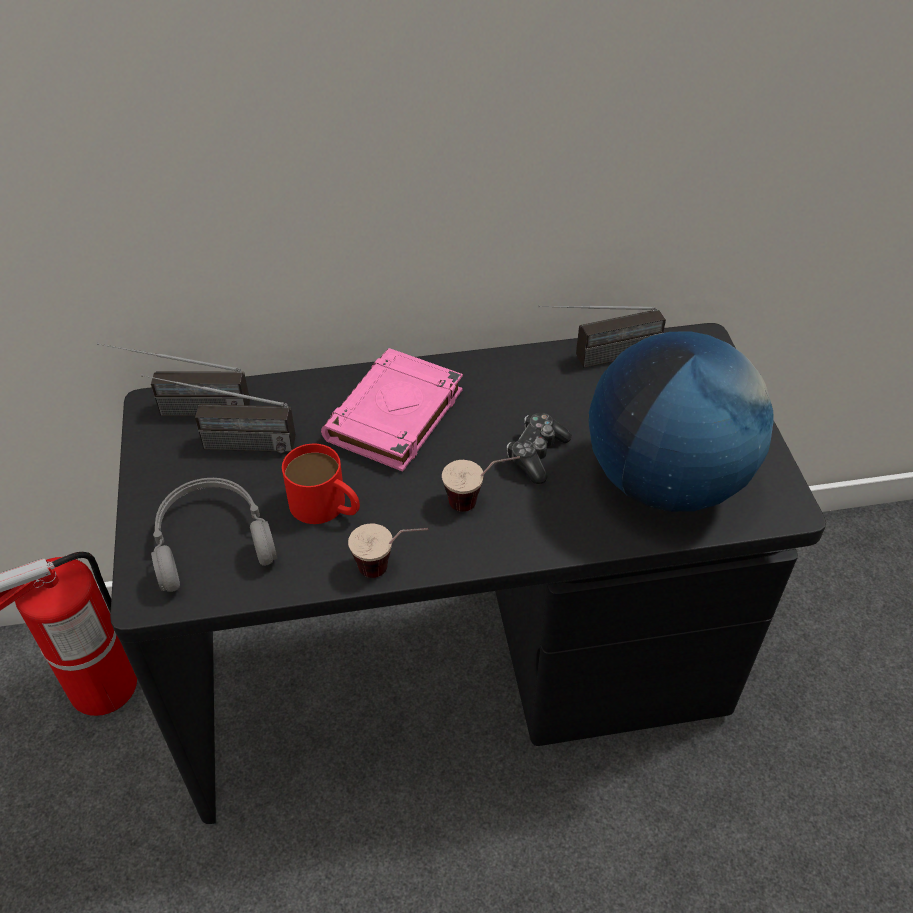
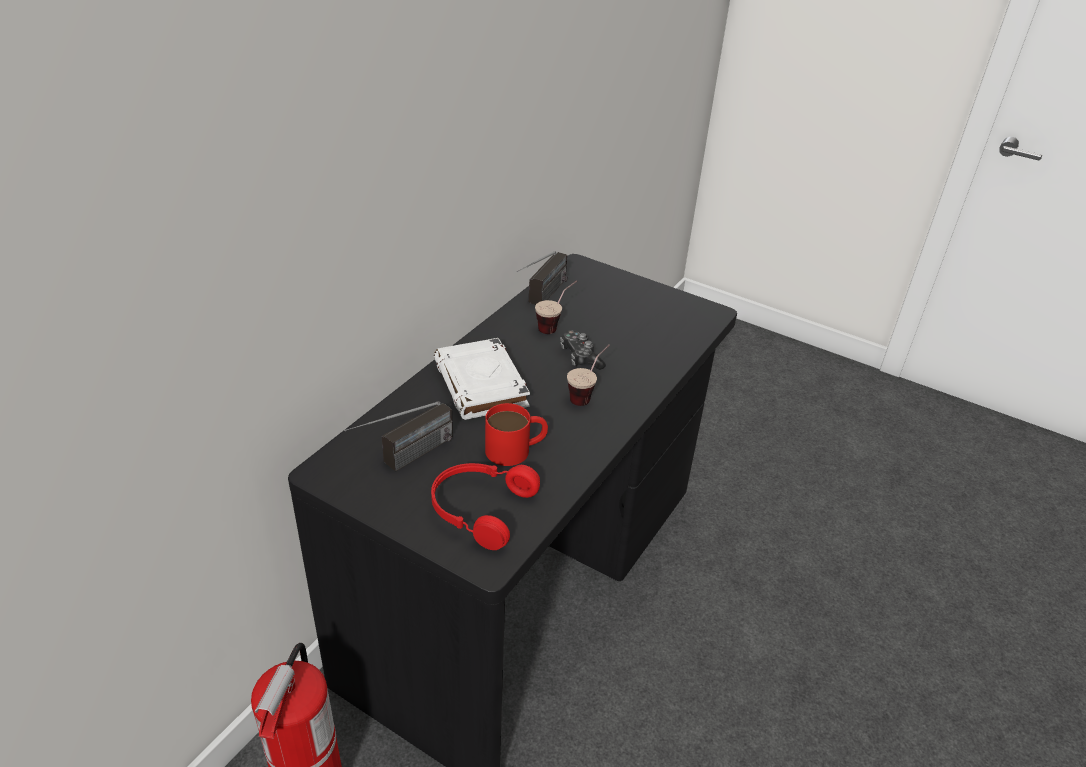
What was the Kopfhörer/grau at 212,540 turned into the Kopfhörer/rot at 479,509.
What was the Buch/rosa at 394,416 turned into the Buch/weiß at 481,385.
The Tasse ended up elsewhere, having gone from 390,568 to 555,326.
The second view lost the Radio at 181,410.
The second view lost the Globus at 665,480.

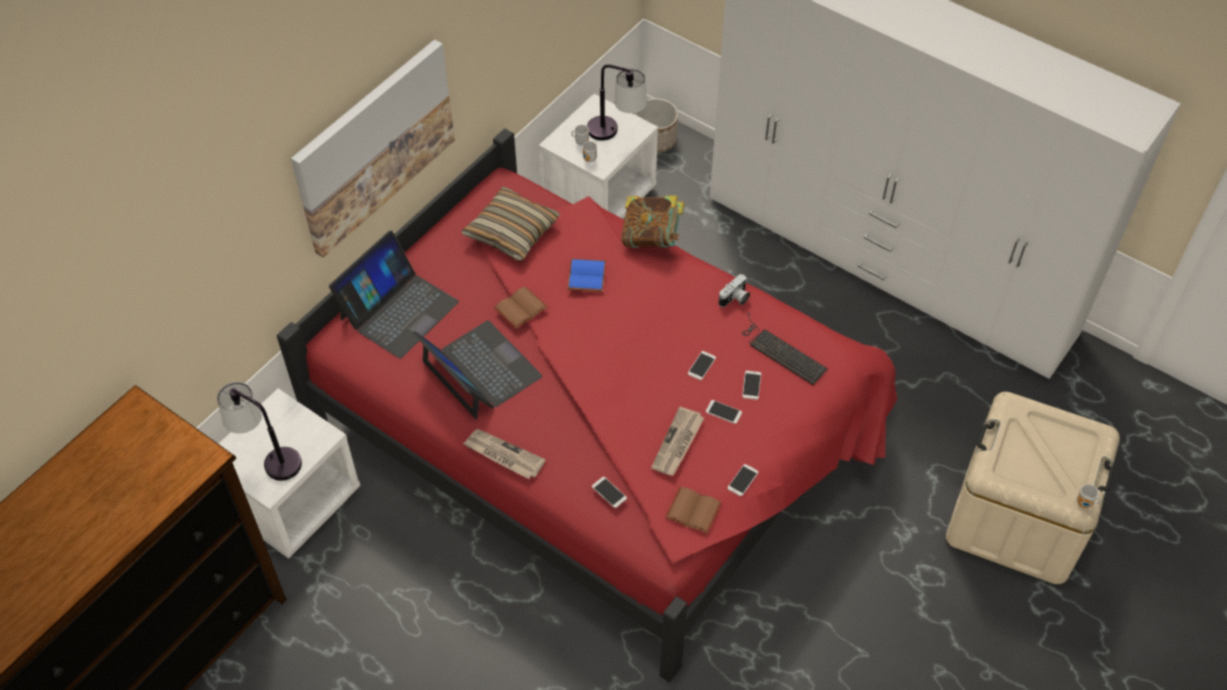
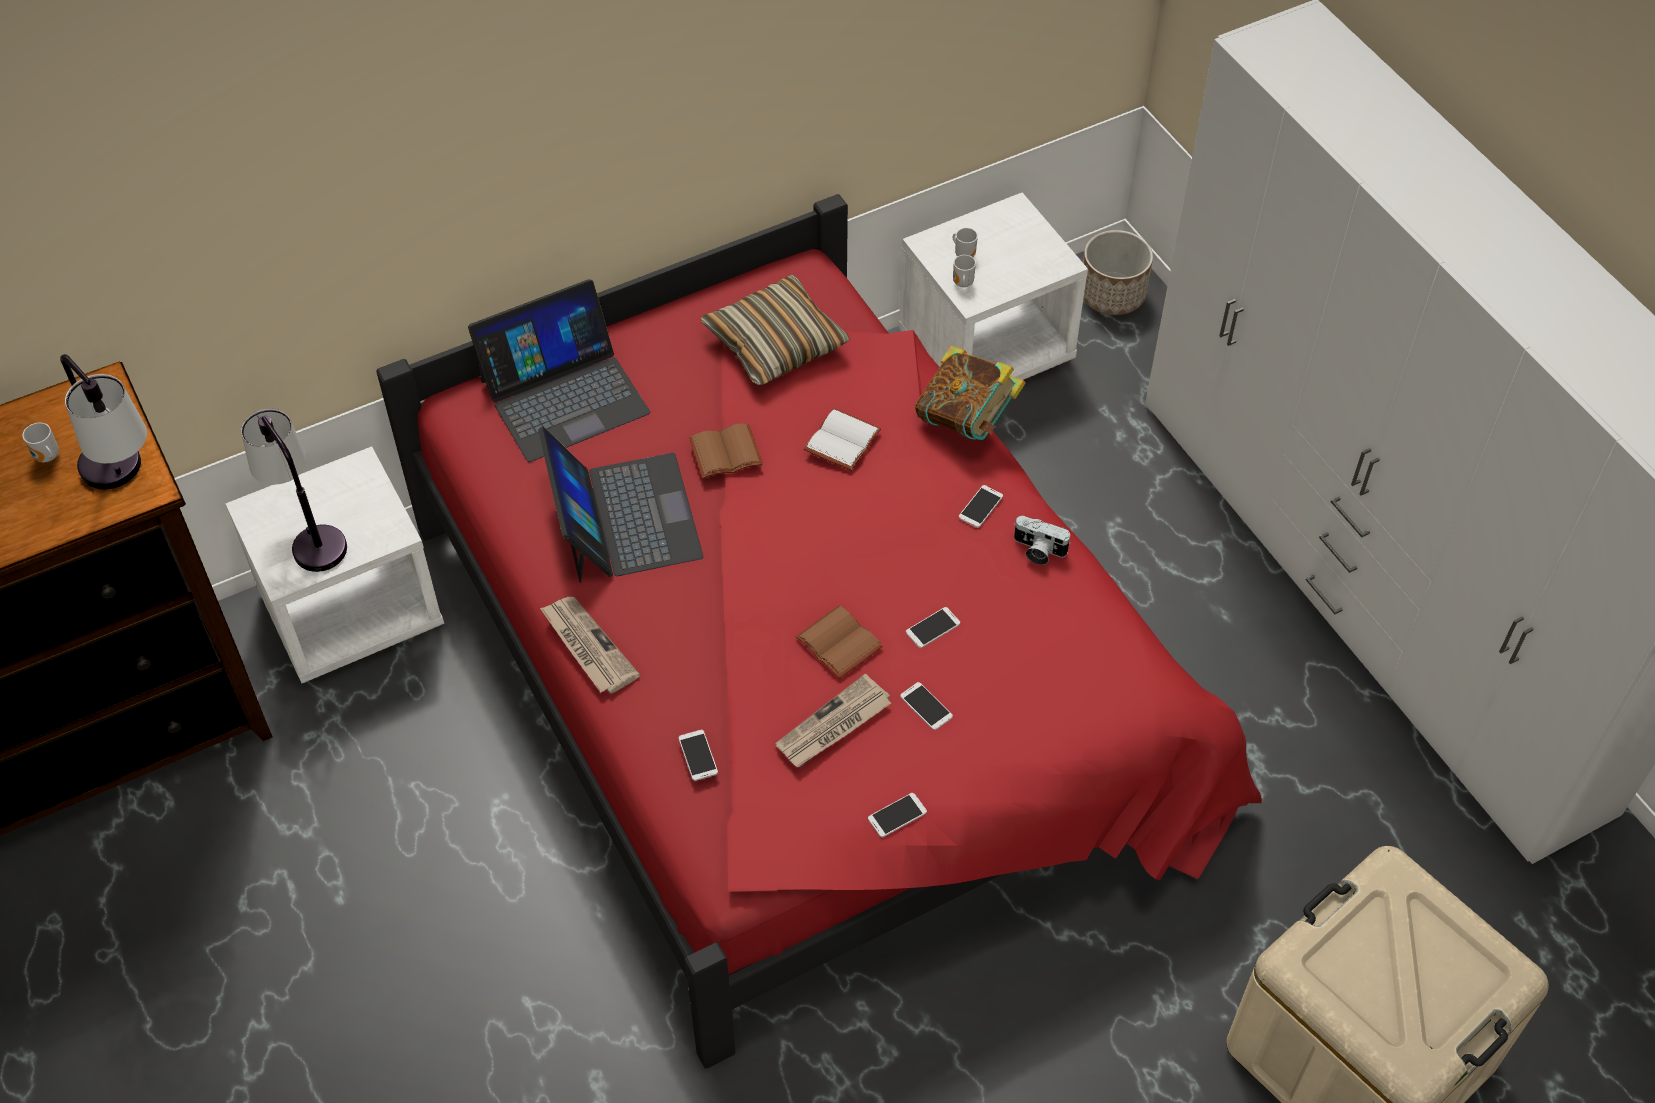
The Henkelbecher ended up elsewhere, having gone from 1084,504 to 47,458.
The Tischlampe ended up elsewhere, having gone from 616,133 to 127,483.
The Buch/braun ended up elsewhere, having gone from 692,512 to 836,643.
What was the Buch/blau at 585,275 turned into the Buch/weiß at 841,439.
The Handy ended up elsewhere, having gone from 751,385 to 980,507.
The Kamera at 735,299 ended up facing another way, 45 degrees clockwise from before.
The second view lost the Bild at 374,146.
The second view lost the Tastatur at 780,351.

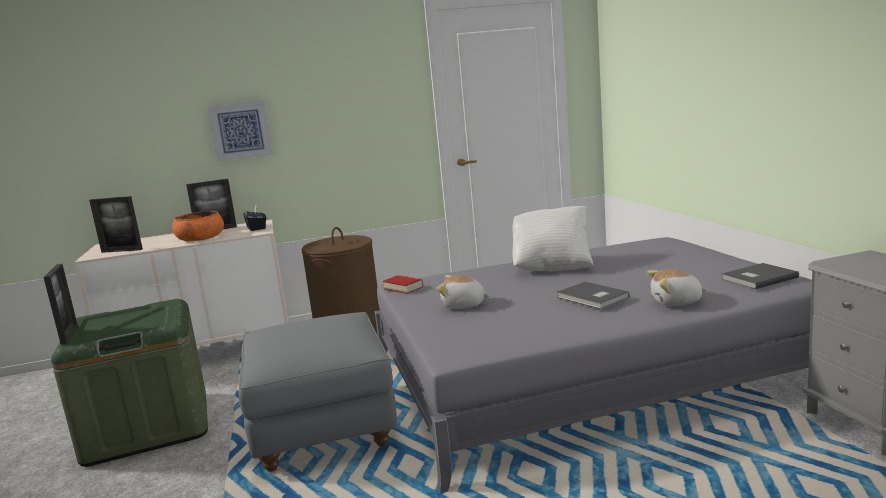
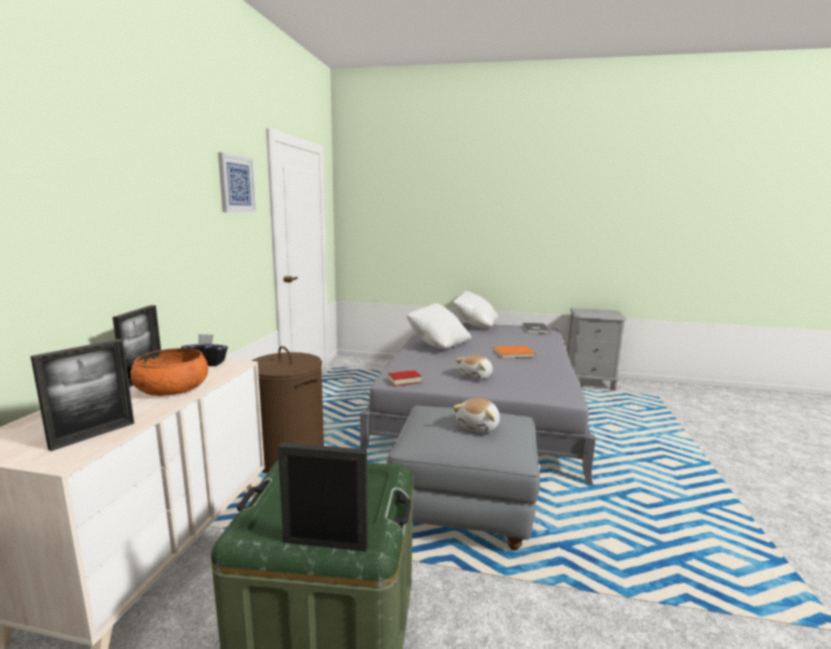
The Bild ended up elsewhere, having gone from 240,131 to 236,184.
The second view gained the Kissen/weiß at 474,326.
The Plüschtier ended up elsewhere, having gone from 676,302 to 479,426.
What was the Buch/grau at 592,298 turned into the Buch/orange at 514,353.

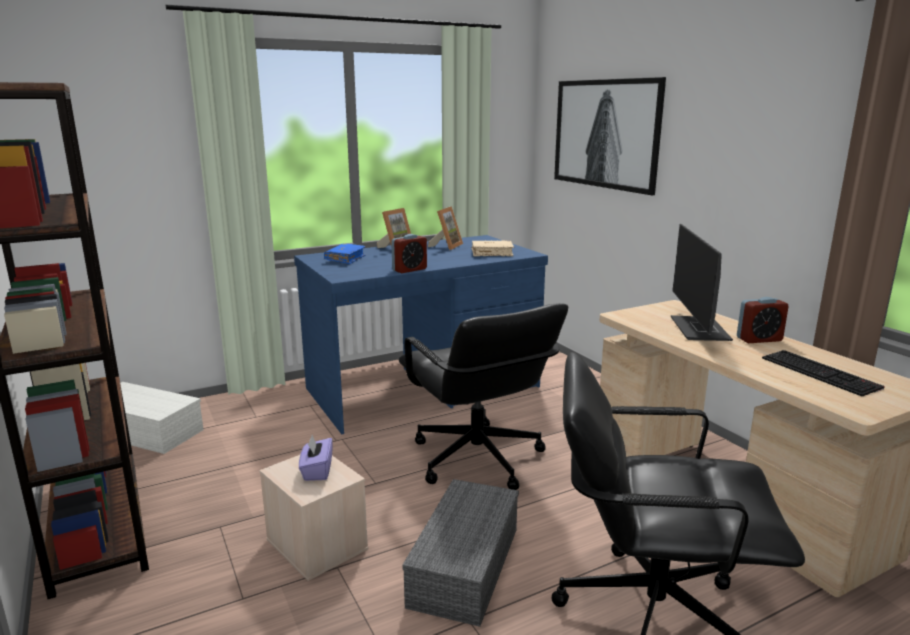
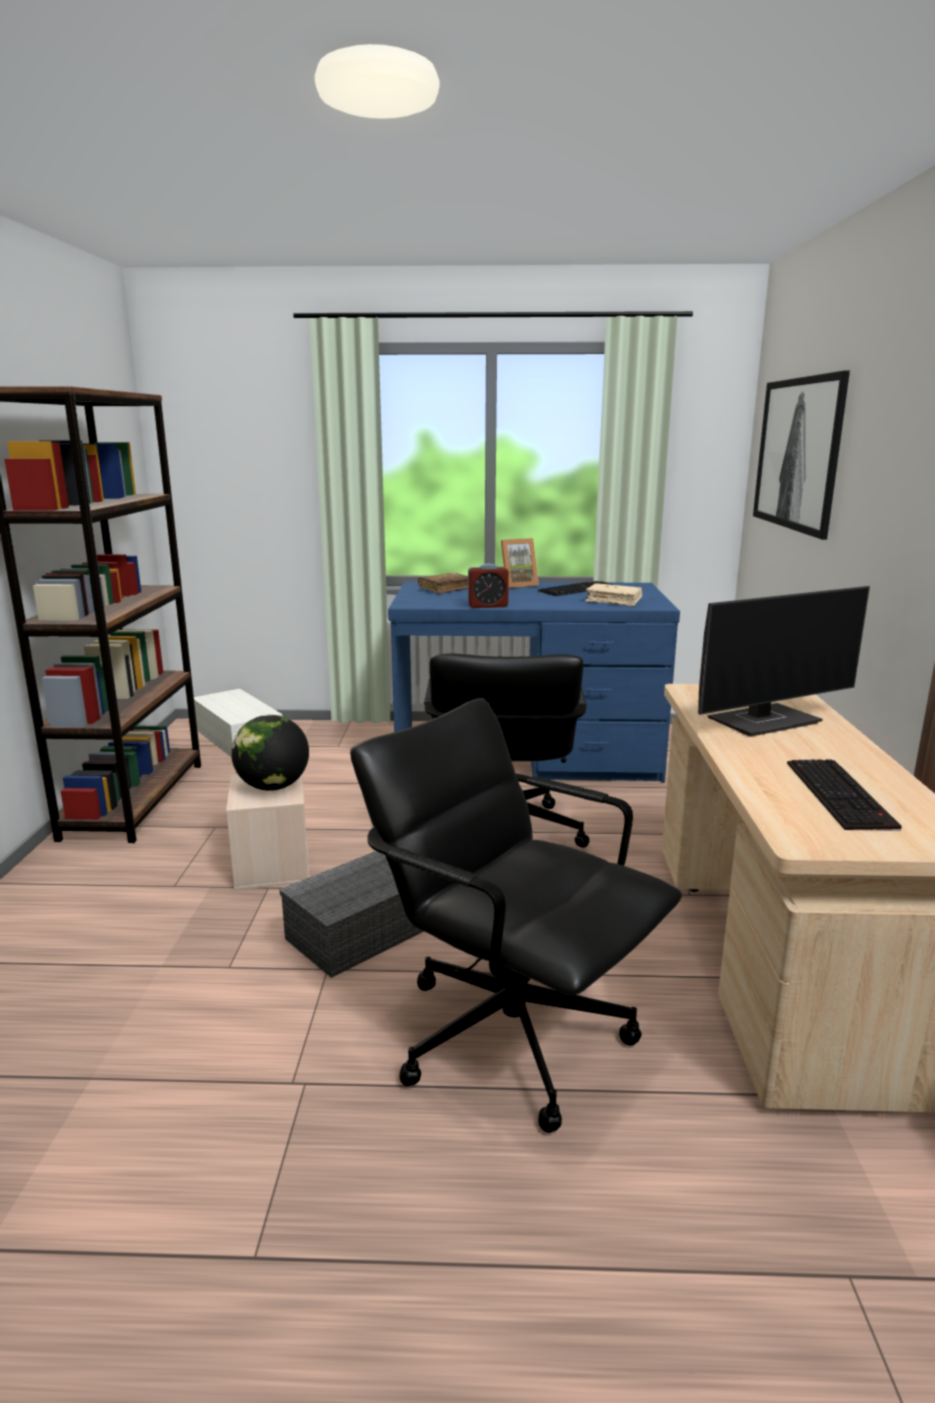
Where the Taschentuchbox/lila stood at 317,471, the Globus came to stand at 273,787.
What was the Buch/blau at 345,259 turned into the Buch/braun at 445,589.
Where the Bilderrahmen stood at 446,246, the Tastatur came to stand at 577,589.
The Monitor at 700,330 ended up facing another way, 150 degrees counterclockwise from before.
The second view lost the Wecker at 759,339.

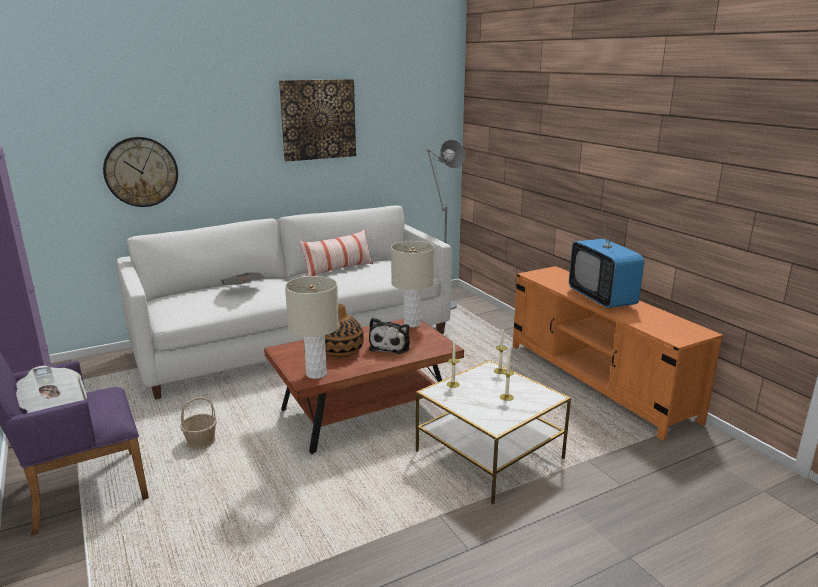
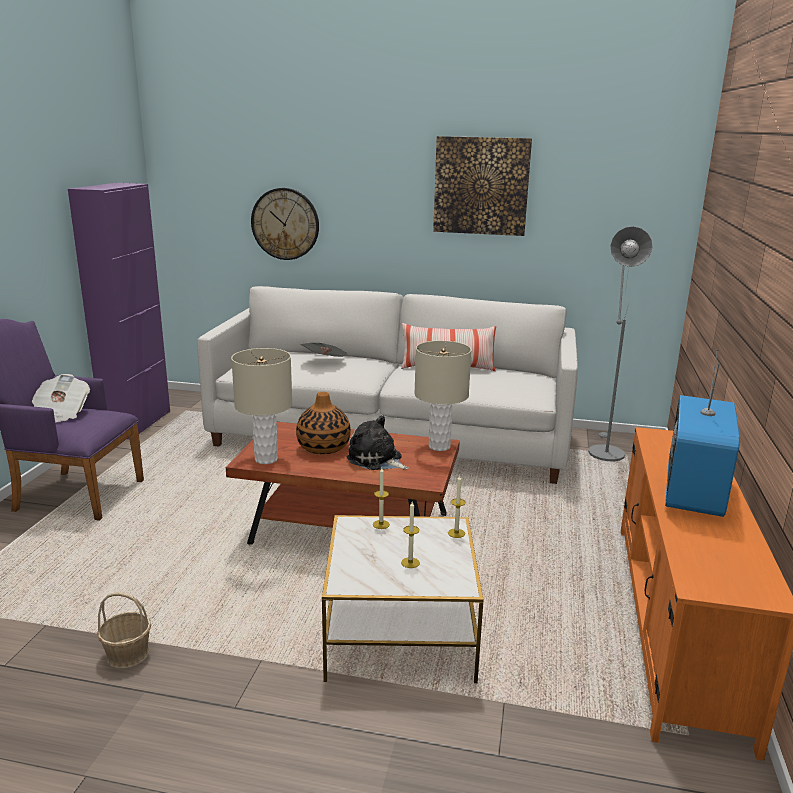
The Korb ended up elsewhere, having gone from 200,442 to 127,654.
The Plüschtier at 391,346 ended up facing another way, 75 degrees clockwise from before.

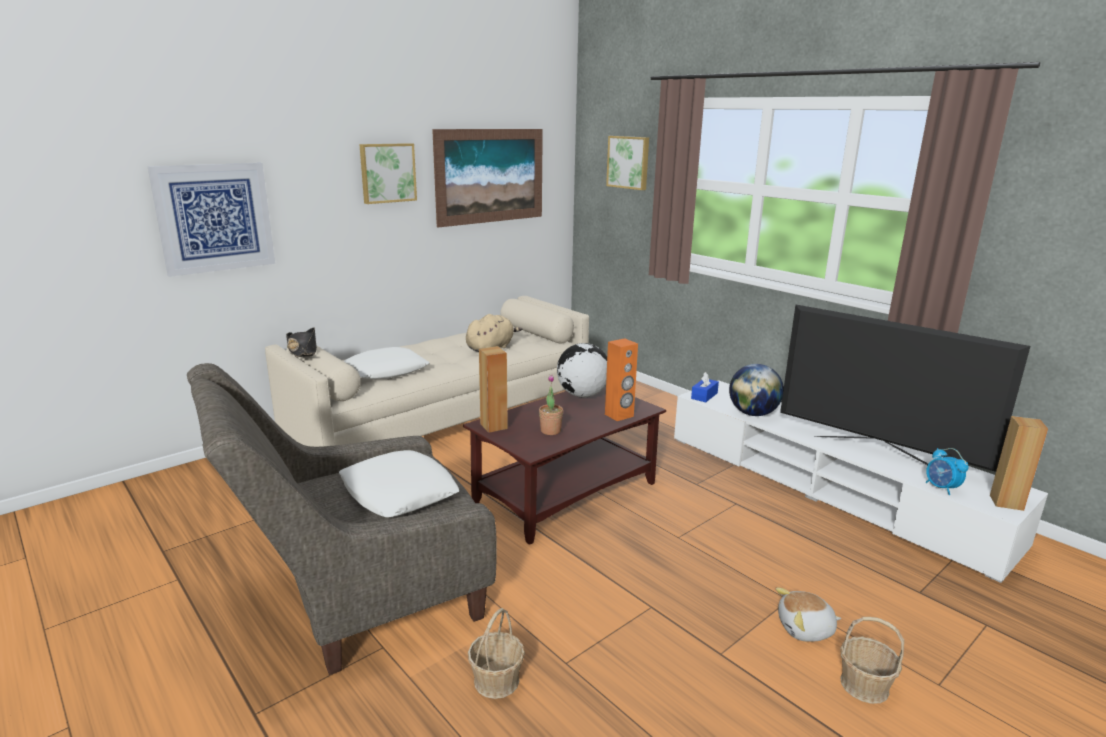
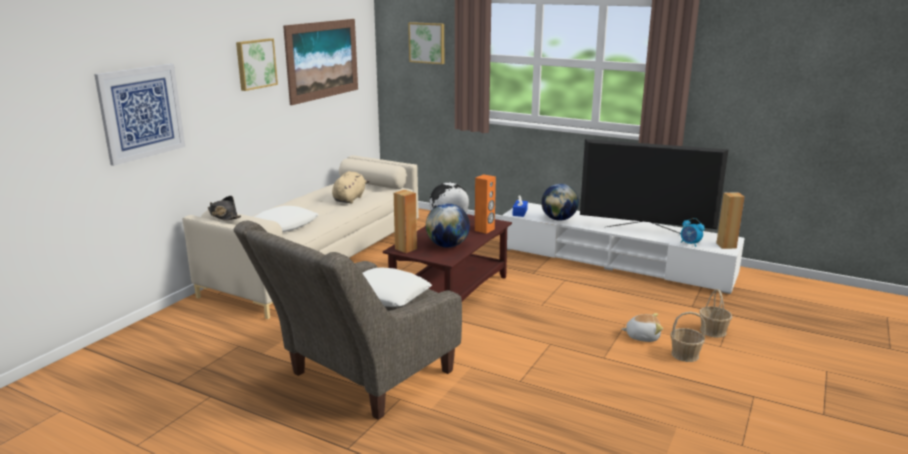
Where the Topfpflanze stood at 550,431, the Globus came to stand at 447,246.
The Plüschtier at 805,629 ended up facing another way, 150 degrees counterclockwise from before.
The Korb ended up elsewhere, having gone from 497,680 to 713,331.

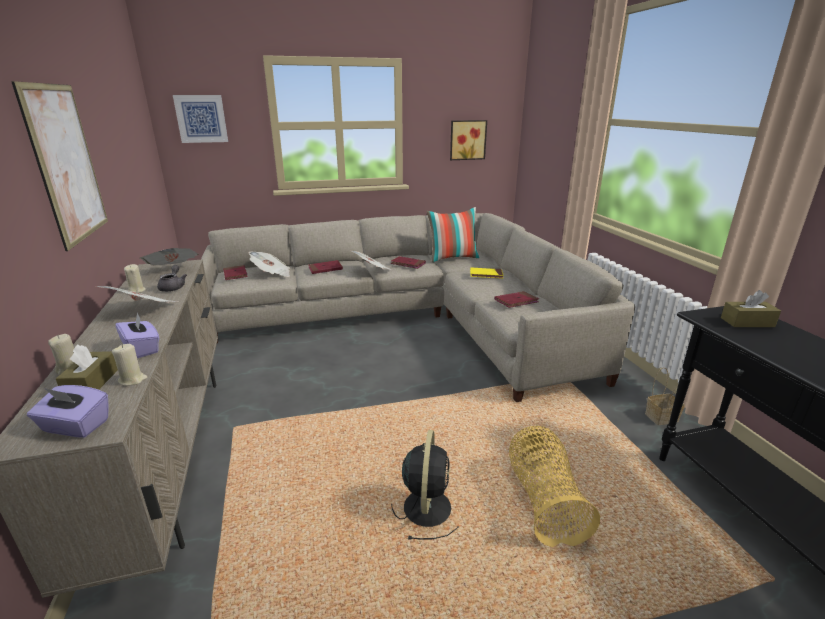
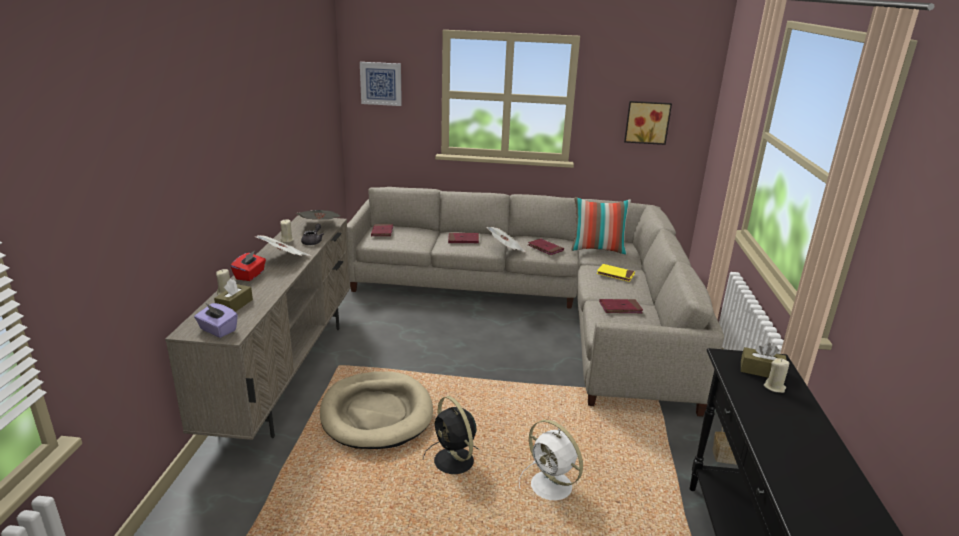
The second view gained the Taschentuchbox/rot at 250,275.
The second view gained the Hundebett/beige at 376,413.
The Ventilator/schwarz at 427,506 ended up facing another way, 120 degrees clockwise from before.
Where the Korb stood at 544,501, the Ventilator/weiß came to stand at 553,487.
The Kerze/beige ended up elsewhere, having gone from 132,380 to 774,387.
The second view lost the Bild at 67,163.
The second view lost the Taschentuchbox/lila at 142,349.
The second view lost the Zeitung at 272,274.

